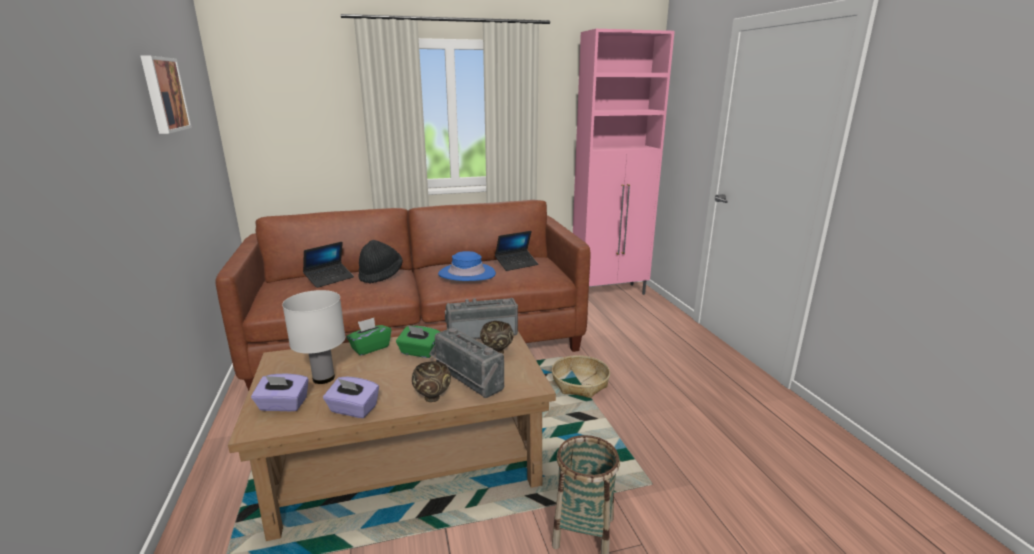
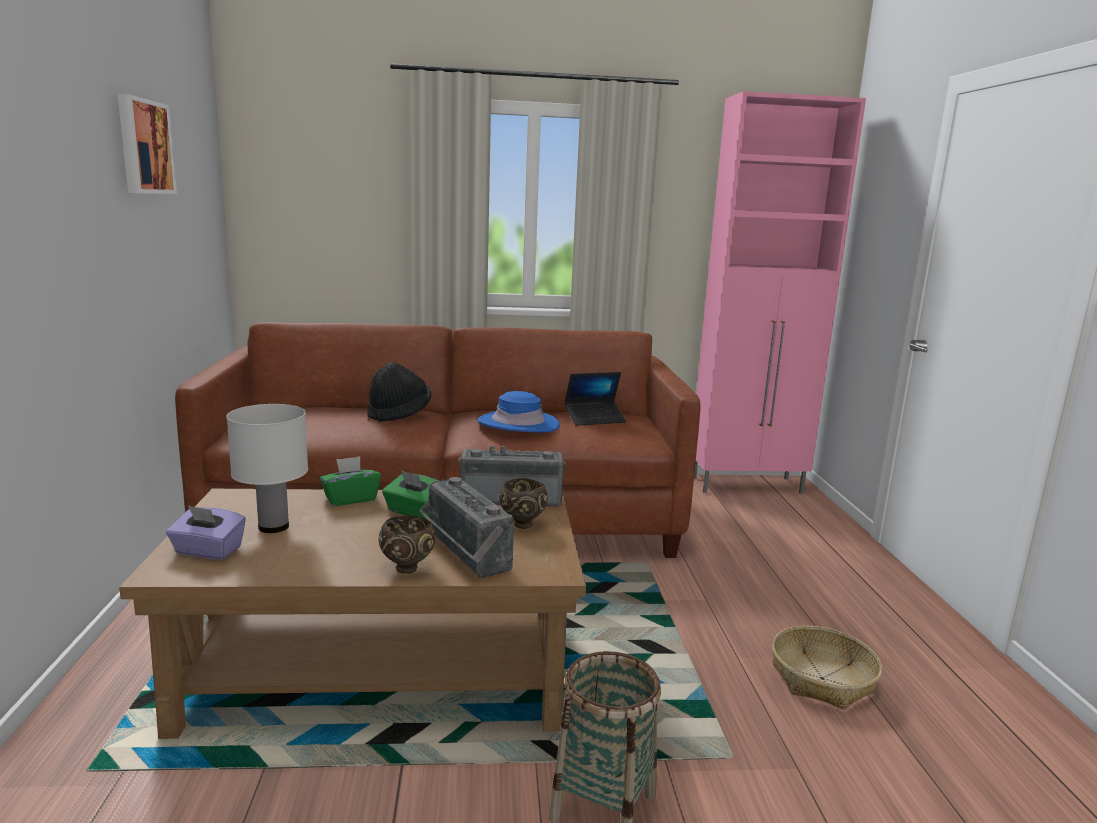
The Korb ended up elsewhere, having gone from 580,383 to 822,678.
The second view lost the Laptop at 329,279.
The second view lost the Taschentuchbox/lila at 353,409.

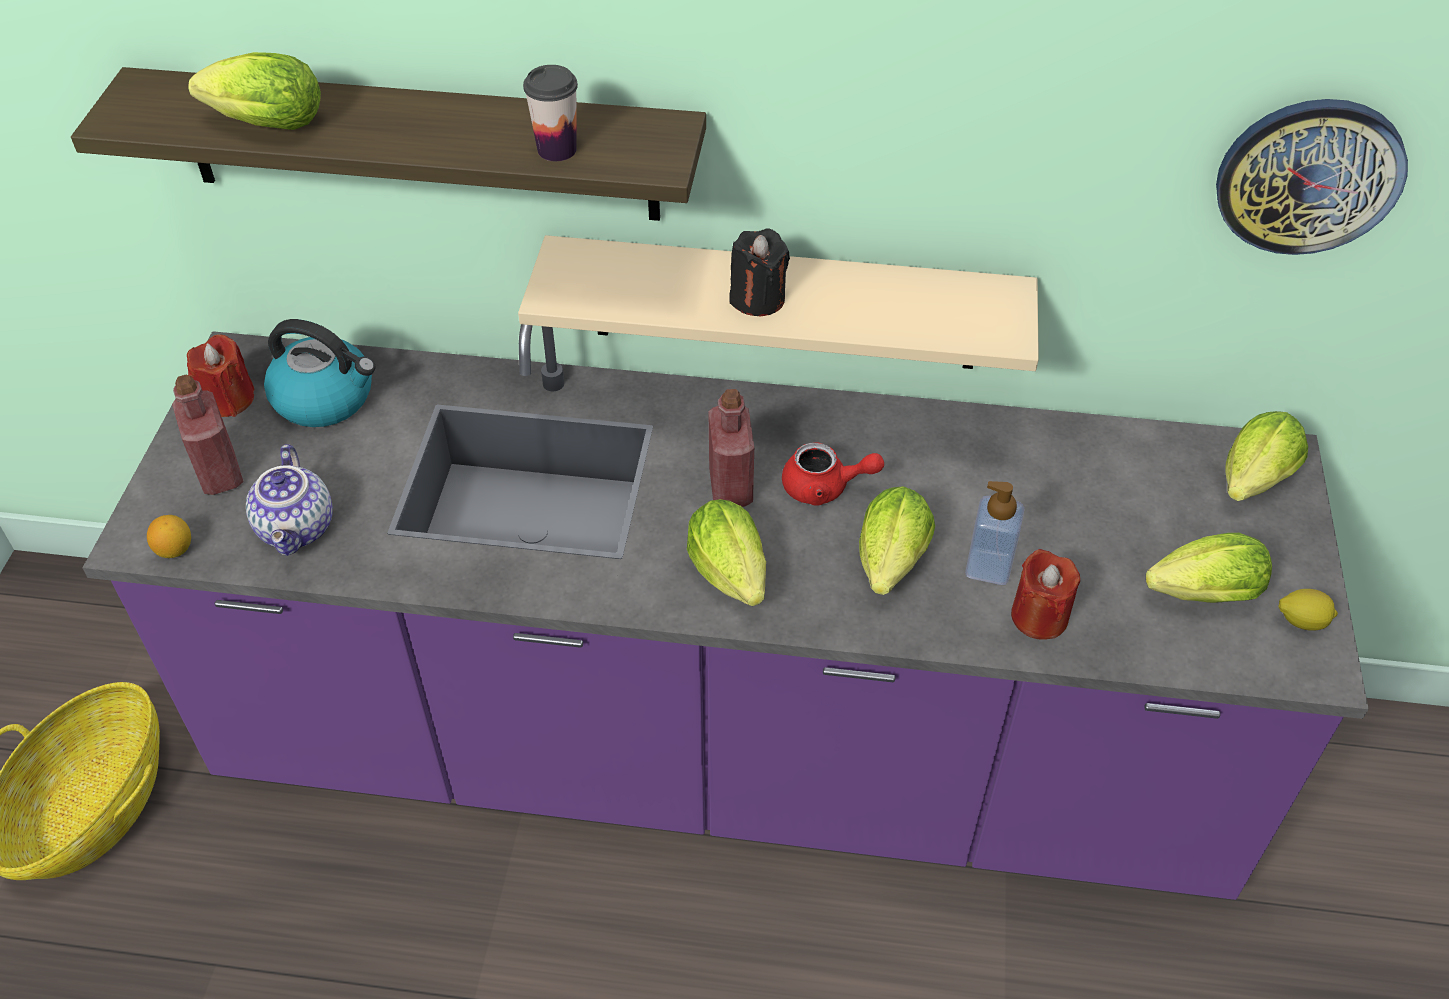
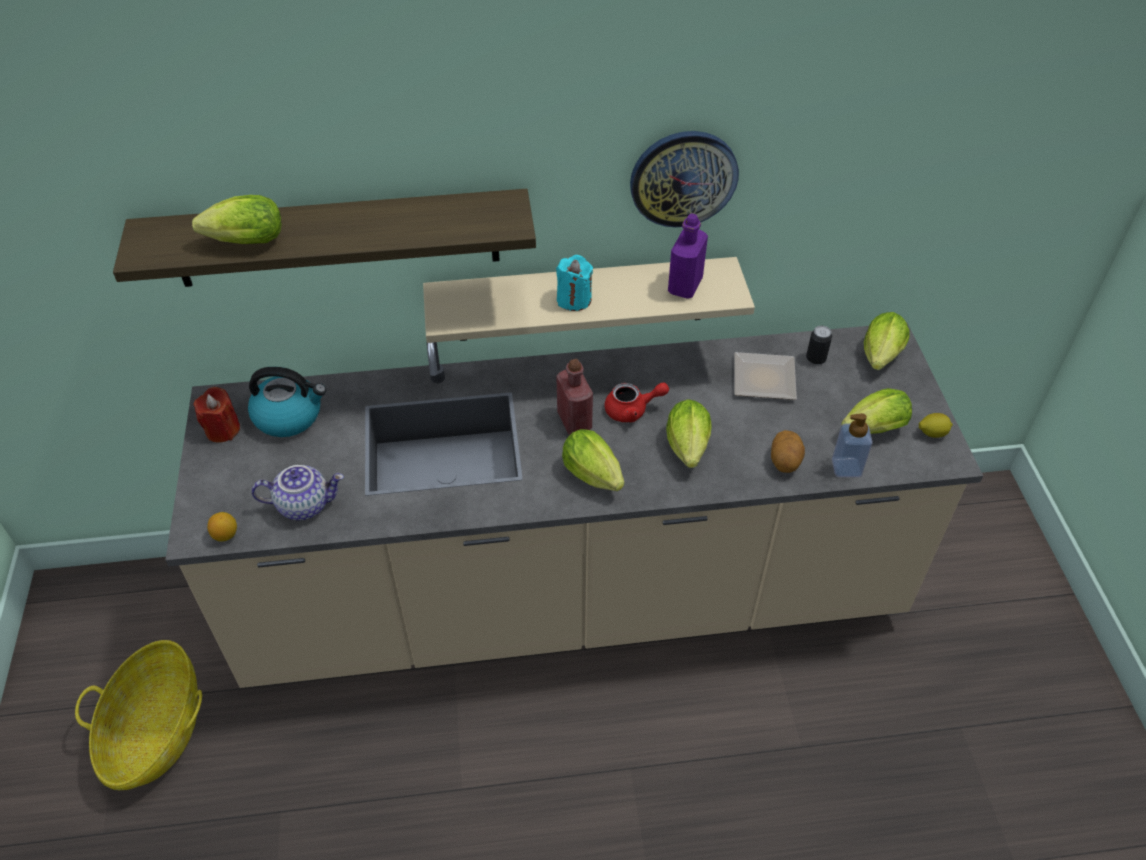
What was the Küchenzeile/lila at 724,751 turned into the Küchenzeile/beige at 573,595.
The Teekanne at 298,529 ended up facing another way, 75 degrees counterclockwise from before.
What was the Kerze/schwarz at 757,299 turned into the Kerze/türkis at 574,299.
The Wanduhr ended up elsewhere, having gone from 1309,176 to 683,178.
The second view gained the Flasche/lila at 685,286.
The second view gained the Teller at 766,381.
Where the Kerze/rot stood at 1039,617, the Kartoffel came to stand at 785,462.
The second view gained the Dose at 815,359.
The Seifenspender ended up elsewhere, having gone from 988,567 to 846,467.
The second view lost the Flasche/rot at 220,473.
The second view lost the Tasse at 557,149.

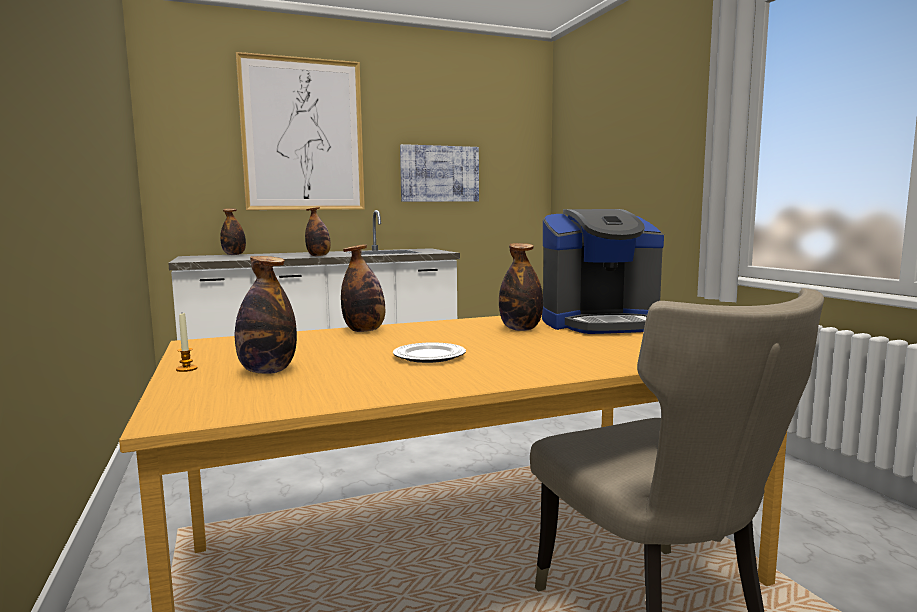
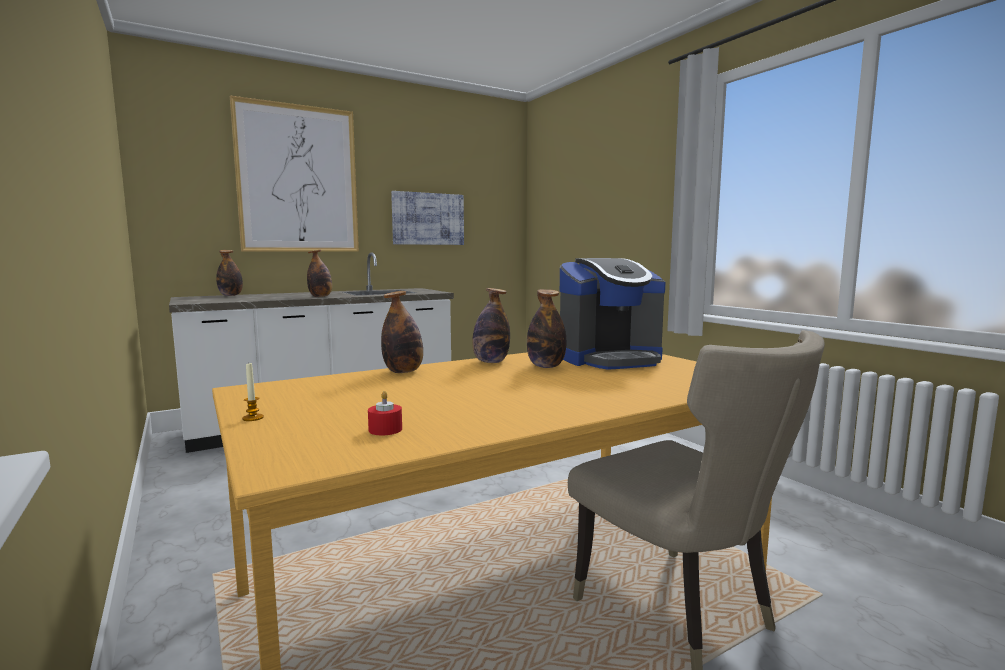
The second view gained the Kerze/rot at 385,429.
The Flasche ended up elsewhere, having gone from 267,371 to 490,362.
The second view lost the Teller at 429,356.

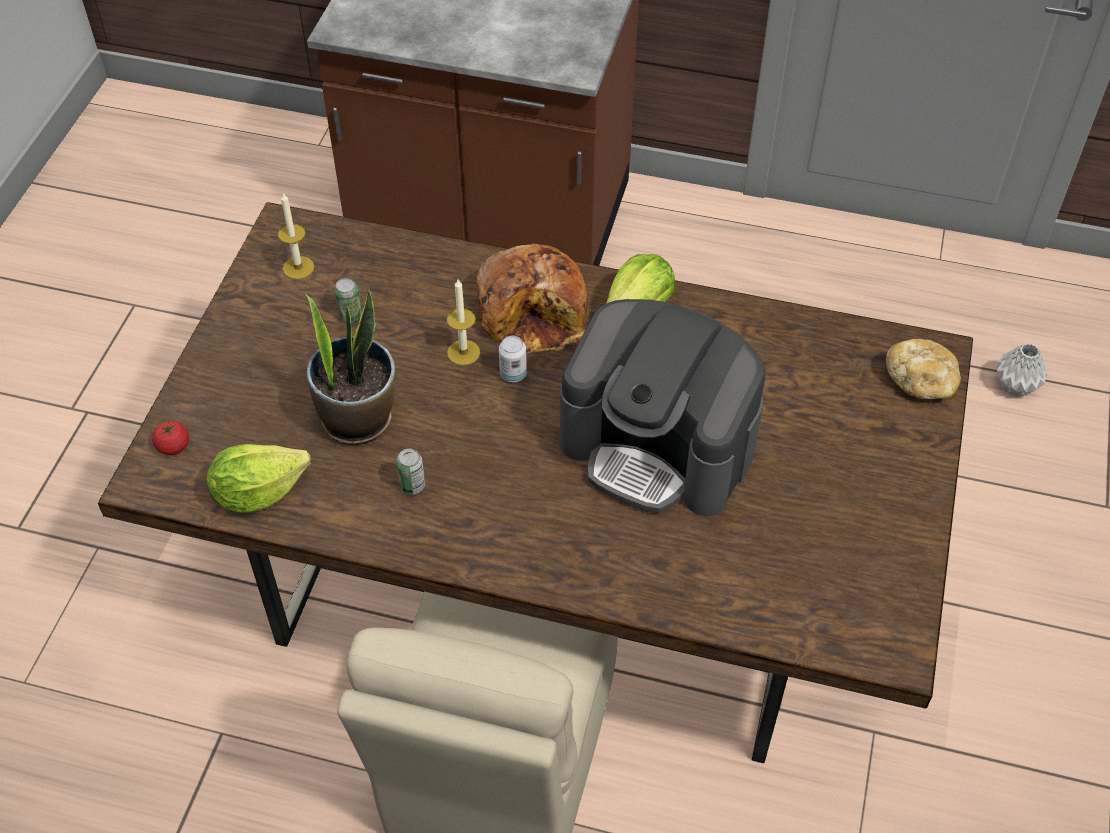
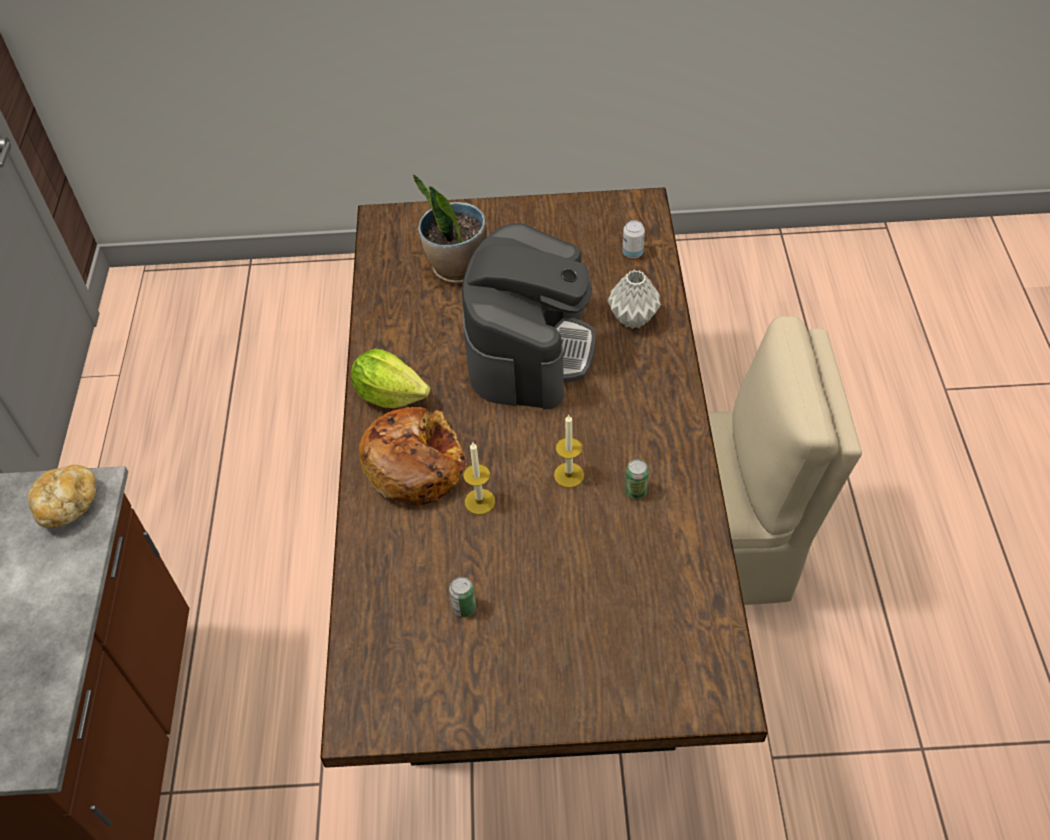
The Brot ended up elsewhere, having gone from 920,381 to 68,504.
The Topfpflanze ended up elsewhere, having gone from 357,418 to 457,267.
The Kerze ended up elsewhere, having gone from 298,267 to 569,475.
The Vase/grau ended up elsewhere, having gone from 1014,387 to 634,319.
The Dose ended up elsewhere, having gone from 513,374 to 632,253.
The second view lost the Tomate at 173,446.
The second view lost the Salatkopf at 258,492.

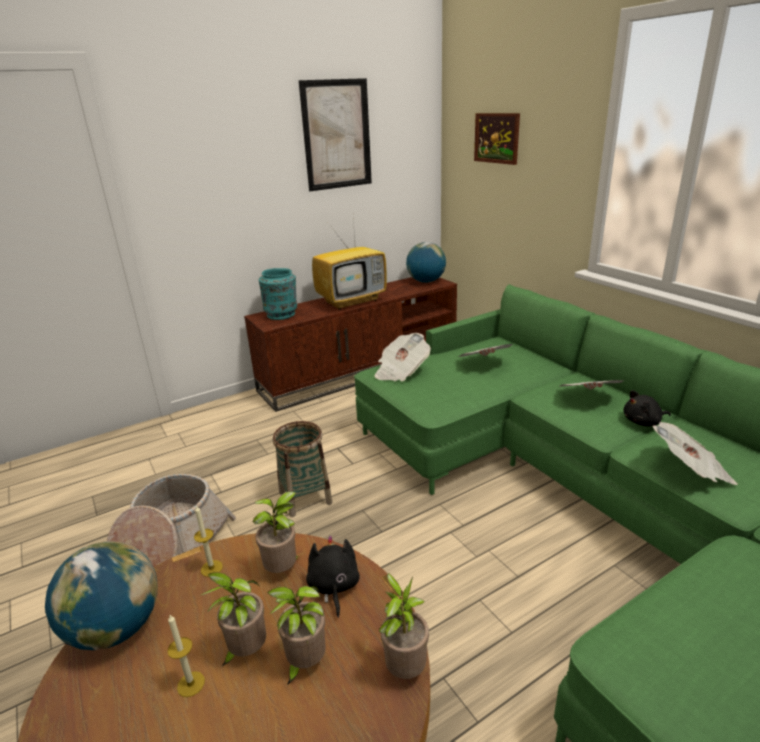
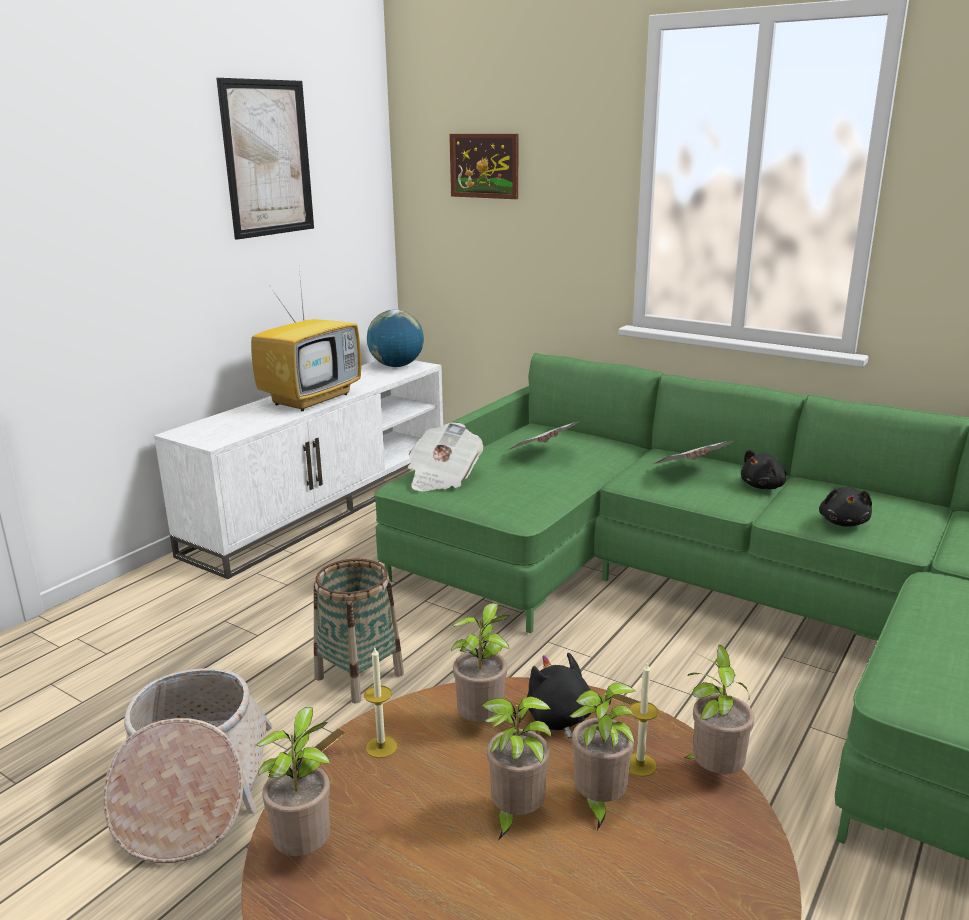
What was the Fernsehschrank/braun at 361,370 turned into the Fernsehschrank/weiß at 324,505.
Where the Globus stood at 116,628, the Topfpflanze came to stand at 306,850.
The Kerze ended up elsewhere, having gone from 191,684 to 640,765.
Where the Zeitung stood at 690,471, the Plüschtier/schwarz came to stand at 843,522.
The second view lost the Vase/türkis at 282,315.

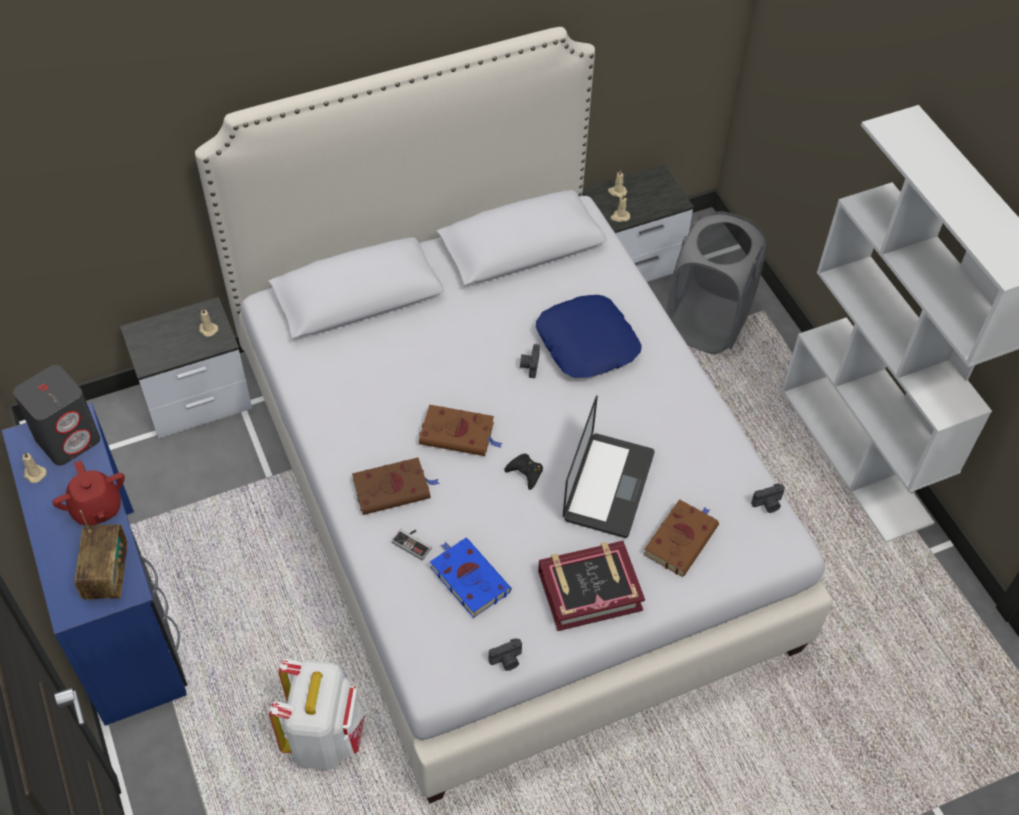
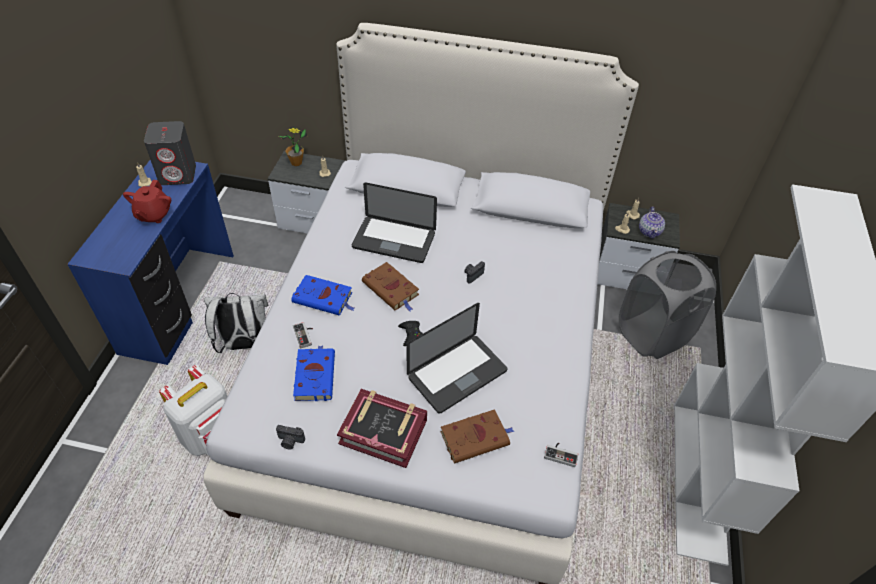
The second view gained the Rucksack/weiß at 244,344.
The second view gained the Topfpflanze at 296,162.
What was the Buch/braun at 393,488 turned into the Buch/blau at 324,298.
The second view gained the Laptop at 394,240.
Where the Kamera stood at 768,504, the Gamepad came to stand at 561,454.
The second view gained the Teekanne at 649,231.
The second view lost the Radio at 107,575.
The second view lost the Kissen/blau at 588,343.

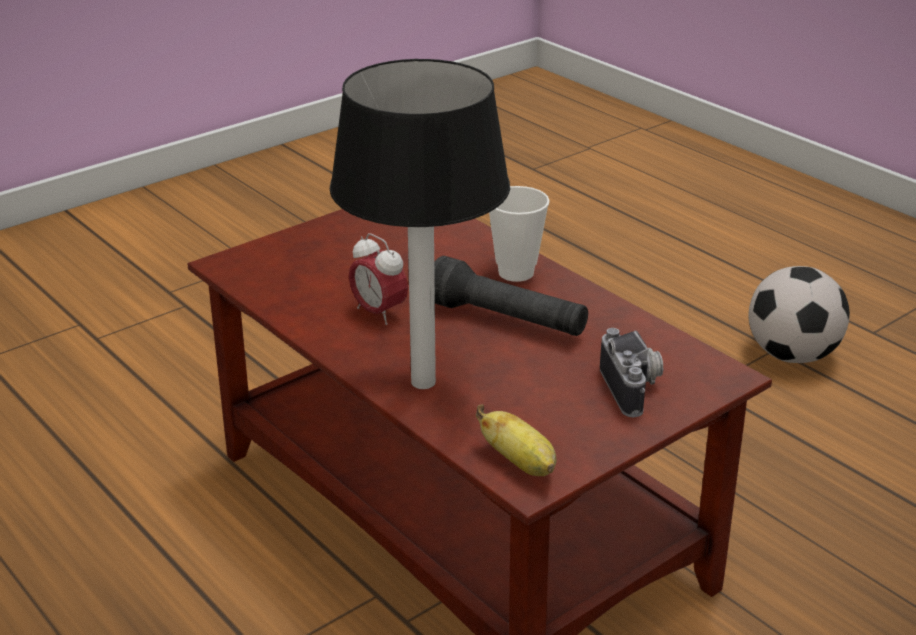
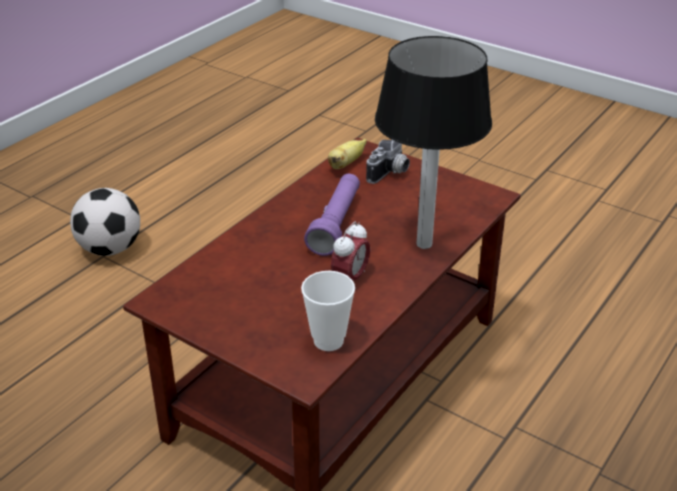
The Tasse ended up elsewhere, having gone from 516,272 to 328,340.
What was the Taschenlampe/schwarz at 507,320 turned into the Taschenlampe/lila at 336,224.
The Banane ended up elsewhere, having gone from 520,463 to 346,164.
The Kamera at 634,389 ended up facing another way, 150 degrees clockwise from before.

